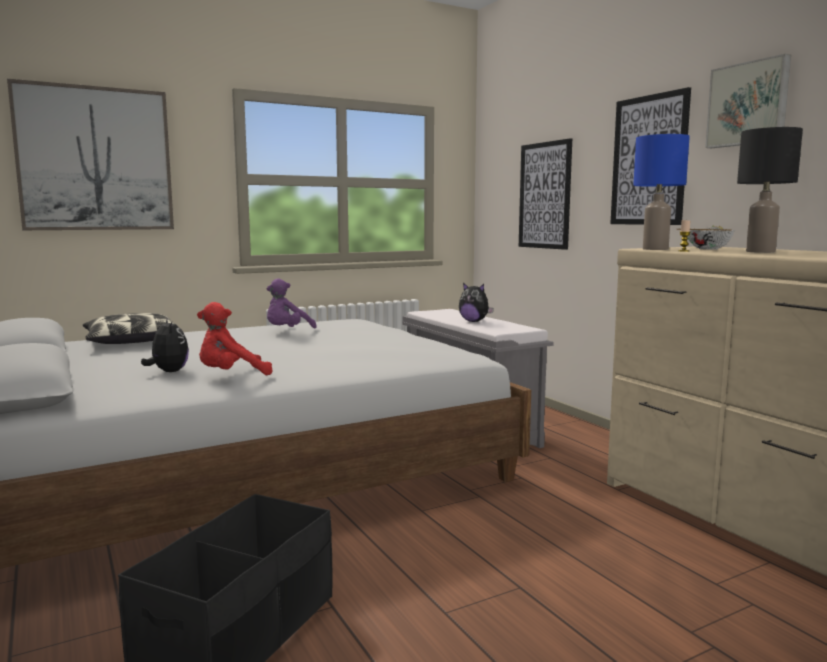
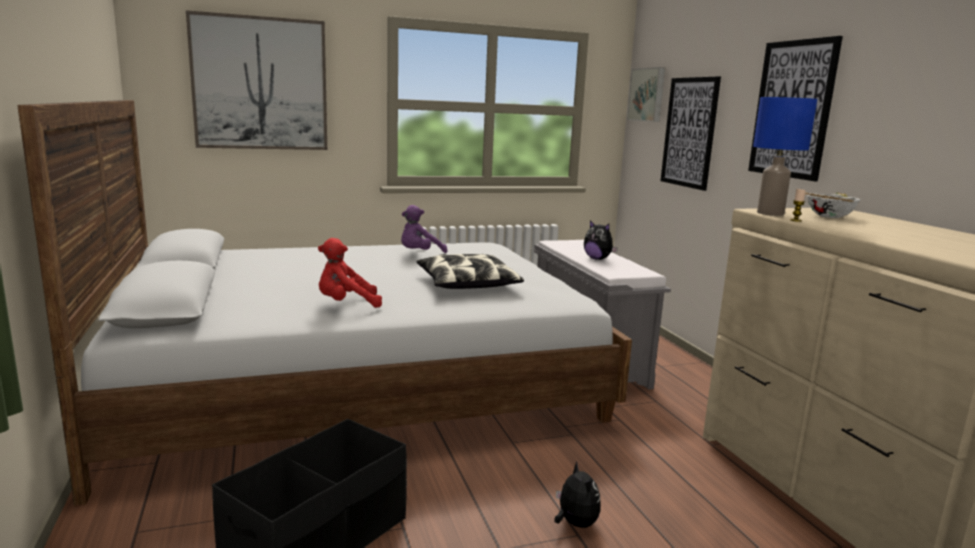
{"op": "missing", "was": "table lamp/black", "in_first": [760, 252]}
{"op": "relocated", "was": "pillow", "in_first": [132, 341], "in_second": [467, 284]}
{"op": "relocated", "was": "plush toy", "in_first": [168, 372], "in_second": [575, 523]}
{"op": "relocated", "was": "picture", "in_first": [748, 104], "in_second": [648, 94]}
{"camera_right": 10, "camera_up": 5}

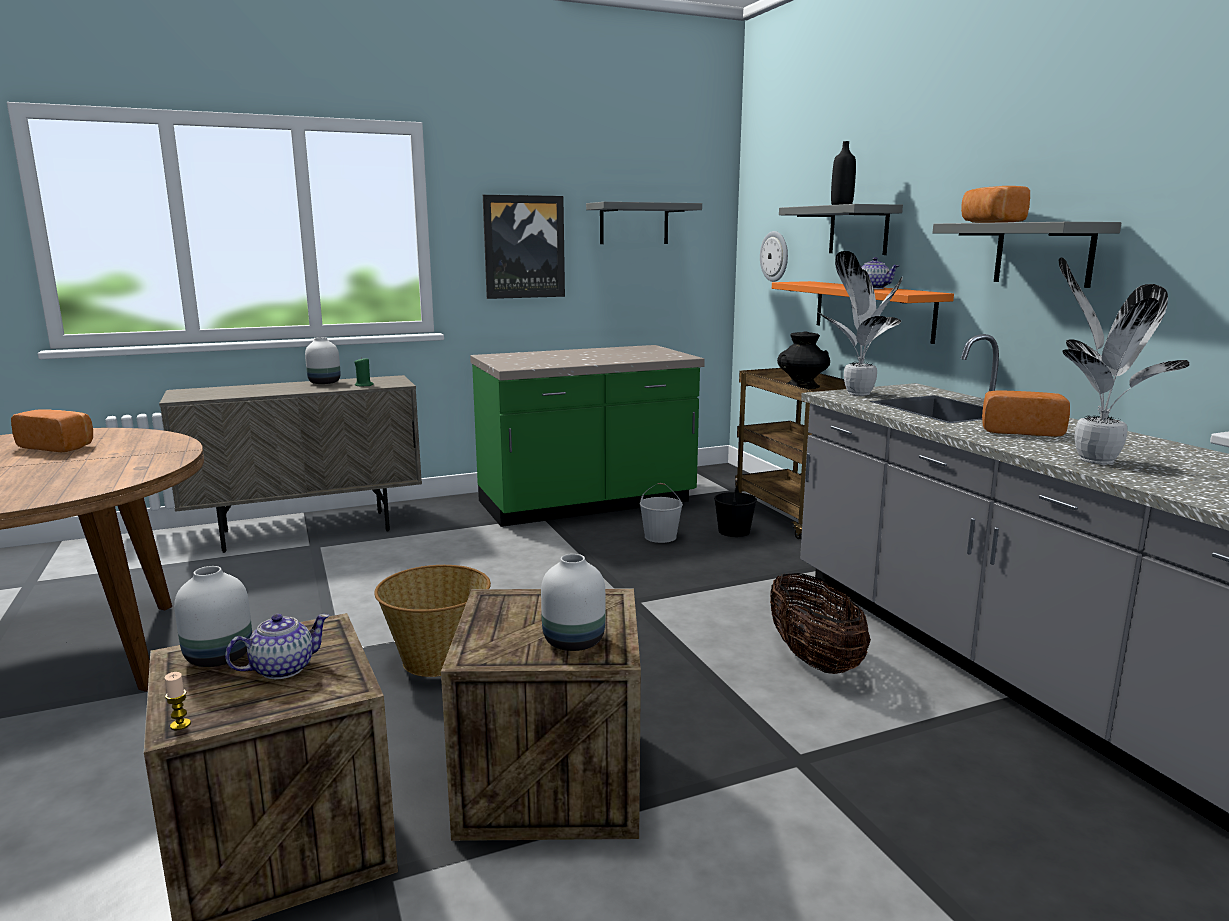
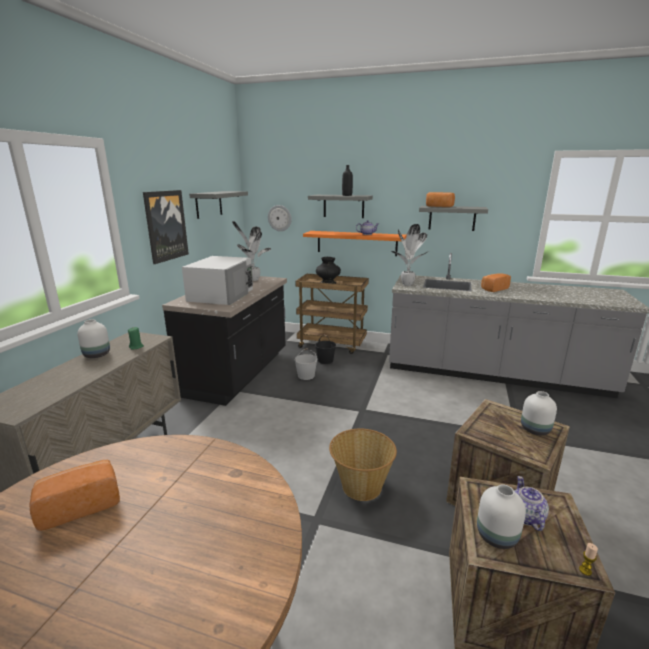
{"op": "missing", "was": "basket", "in_first": [813, 659]}
{"op": "appeared", "now": "microwave/white", "in_second": [222, 295]}
{"op": "relocated", "was": "potted plant", "in_first": [1091, 459], "in_second": [252, 279]}
{"op": "colour", "was": "counter/green", "now": "counter/black", "in_first": [587, 504], "in_second": [238, 373]}
{"camera_right": -50, "camera_up": 5}

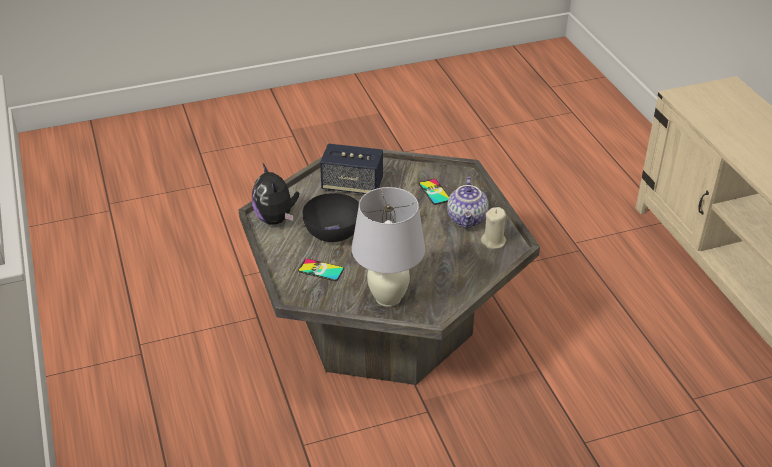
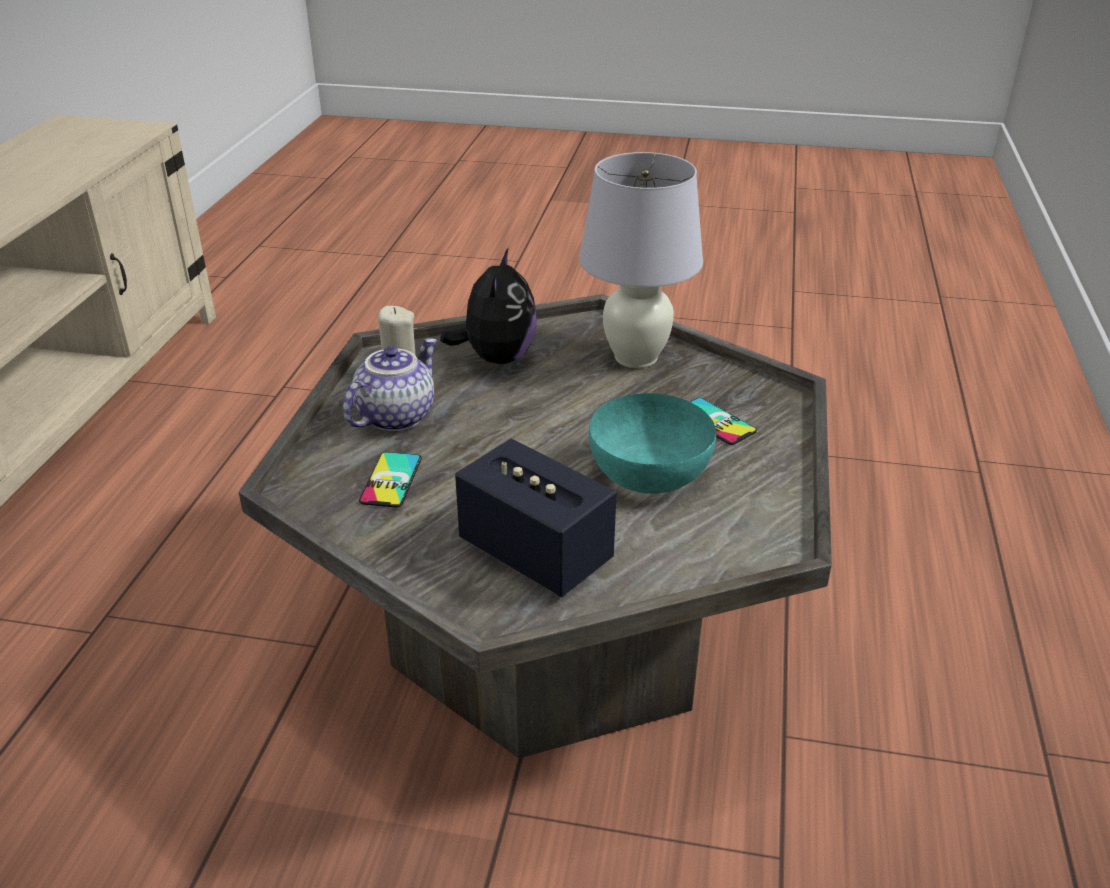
{"op": "relocated", "was": "plush toy", "in_first": [276, 219], "in_second": [496, 358]}
{"op": "colour", "was": "bowl/black", "now": "bowl/turquoise", "in_first": [332, 232], "in_second": [651, 474]}
{"camera_right": -150, "camera_up": -5}

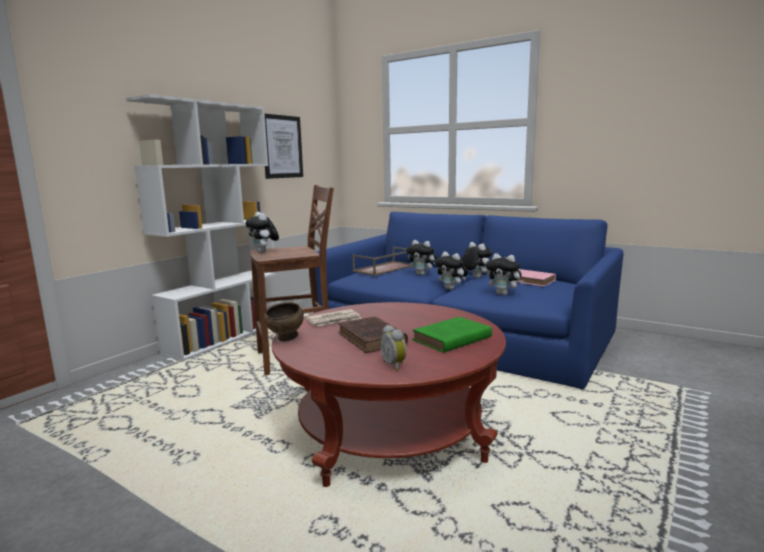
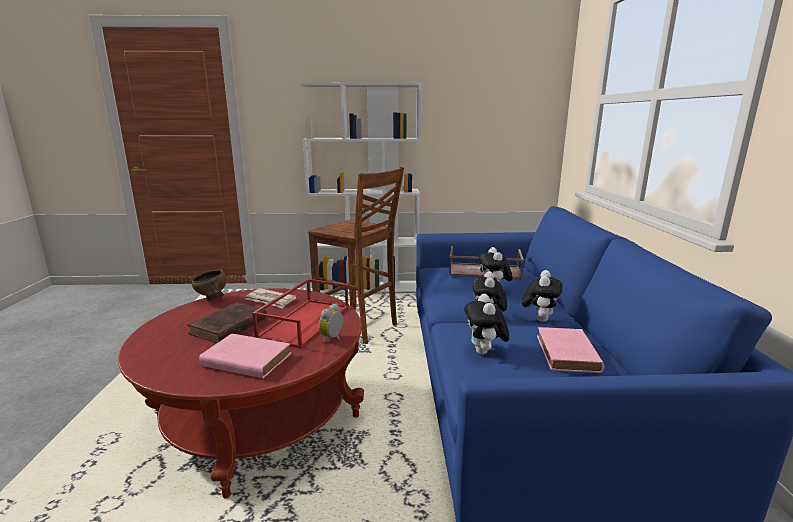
{"op": "missing", "was": "plush toy", "in_first": [264, 252]}
{"op": "missing", "was": "picture", "in_first": [282, 147]}
{"op": "appeared", "now": "tray/red", "in_second": [305, 321]}
{"op": "relocated", "was": "alarm clock", "in_first": [395, 365], "in_second": [333, 338]}
{"op": "colour", "was": "book/green", "now": "book/pink", "in_first": [450, 339], "in_second": [245, 359]}
{"camera_right": 55, "camera_up": 5}

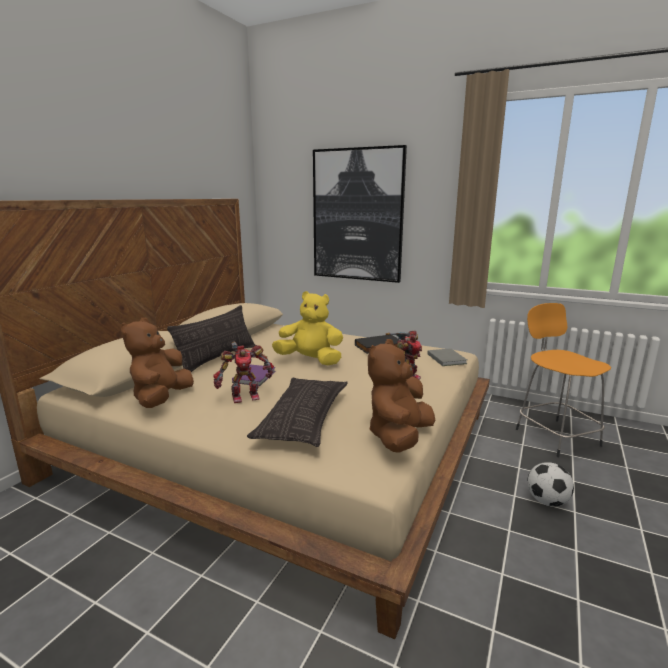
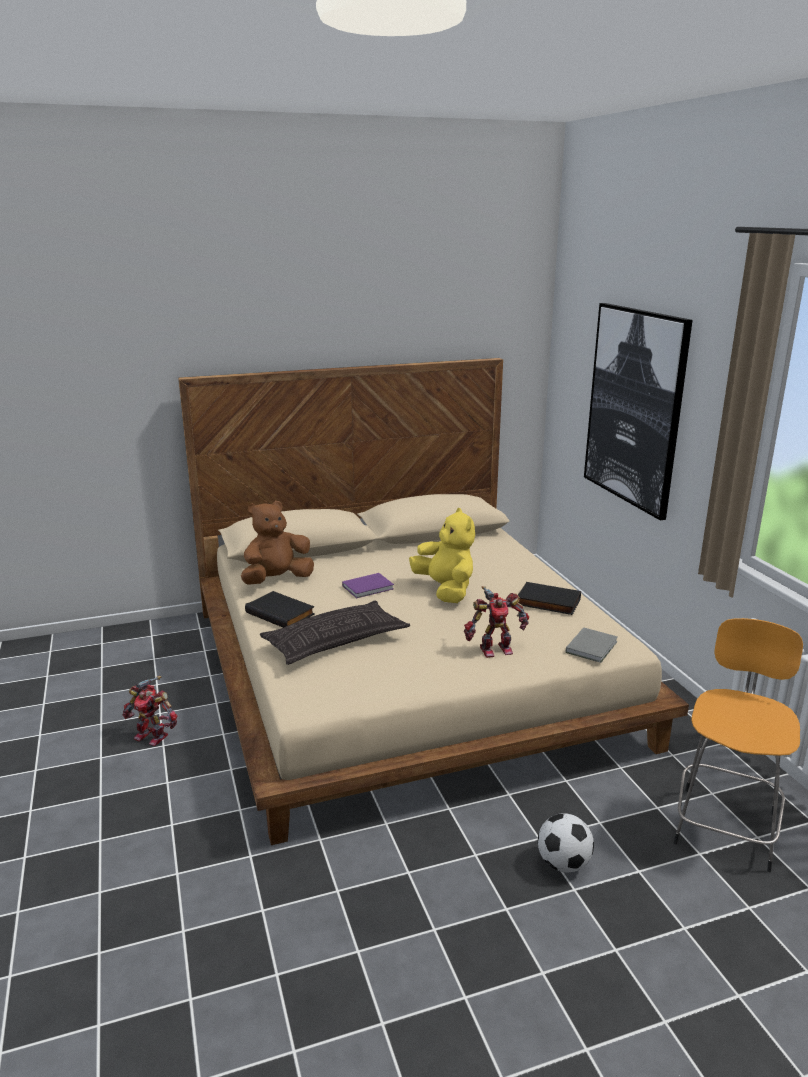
{"op": "missing", "was": "pillow", "in_first": [217, 359]}
{"op": "missing", "was": "plush toy/brown", "in_first": [399, 437]}
{"op": "appeared", "now": "book/black", "in_second": [281, 613]}
{"op": "relocated", "was": "toy robot", "in_first": [244, 396], "in_second": [152, 735]}
{"camera_right": 45, "camera_up": 5}

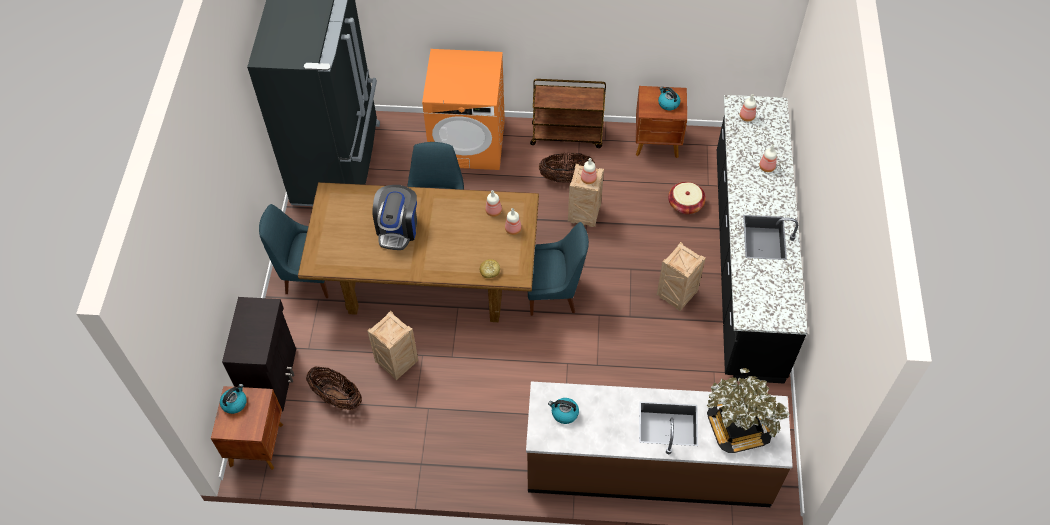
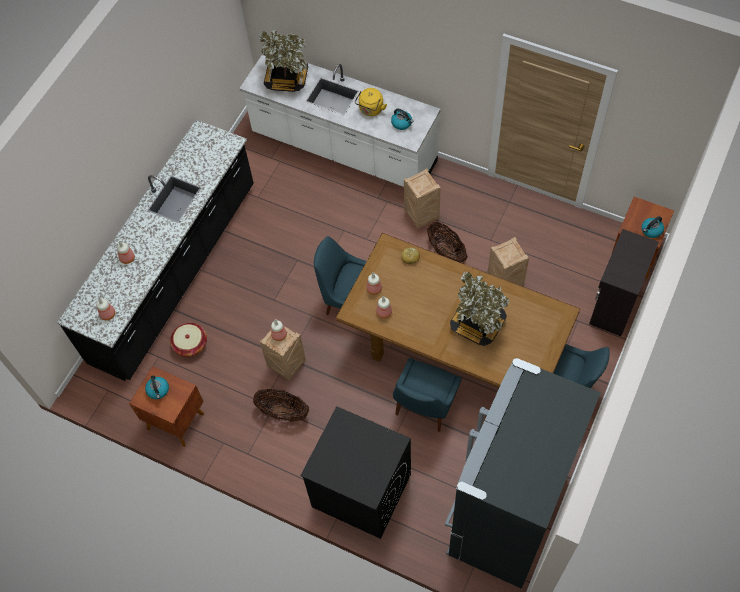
{"op": "missing", "was": "cart/brown", "in_first": [567, 135]}
{"op": "appeared", "now": "kettle/yellow", "in_second": [370, 110]}
{"op": "relocated", "was": "basket", "in_first": [337, 397], "in_second": [446, 252]}
{"op": "relocated", "was": "crate", "in_first": [675, 296], "in_second": [422, 216]}
{"op": "exchanged", "was": "coffee machine", "now": "potted plant", "in_first": [398, 229], "in_second": [477, 324]}
{"op": "colour", "was": "washing machine/orange", "now": "washing machine/black", "in_first": [468, 143], "in_second": [361, 490]}
{"op": "colour", "was": "counter/brown", "now": "counter/white", "in_first": [648, 467], "in_second": [344, 149]}
{"camera_right": -155, "camera_up": 5}

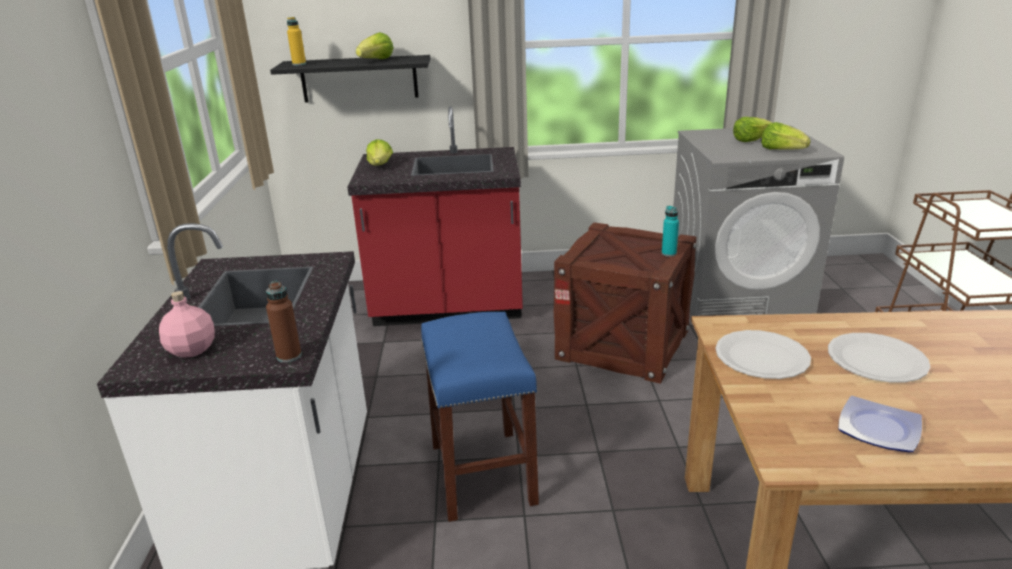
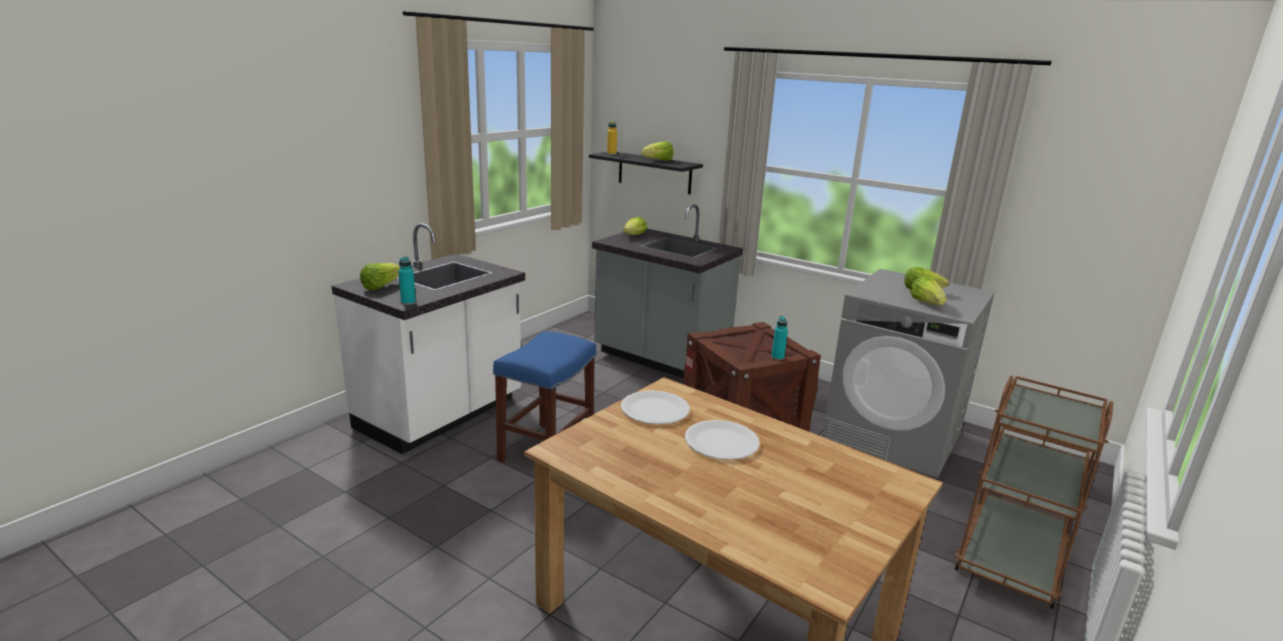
{"op": "missing", "was": "plate", "in_first": [879, 430]}
{"op": "exchanged", "was": "bottle/pink", "now": "lettuce", "in_first": [191, 350], "in_second": [380, 286]}
{"op": "colour", "was": "bottle/brown", "now": "bottle/turquoise", "in_first": [289, 356], "in_second": [408, 302]}
{"op": "colour", "was": "counter/red", "now": "counter/grey", "in_first": [448, 308], "in_second": [660, 359]}
{"camera_right": 35, "camera_up": -5}

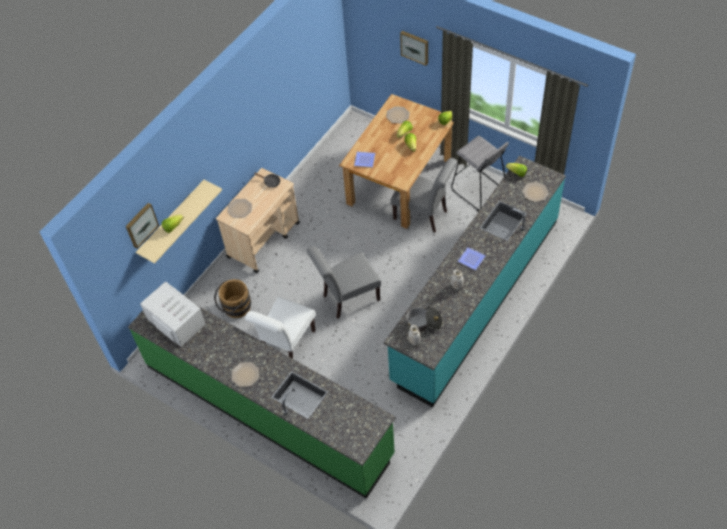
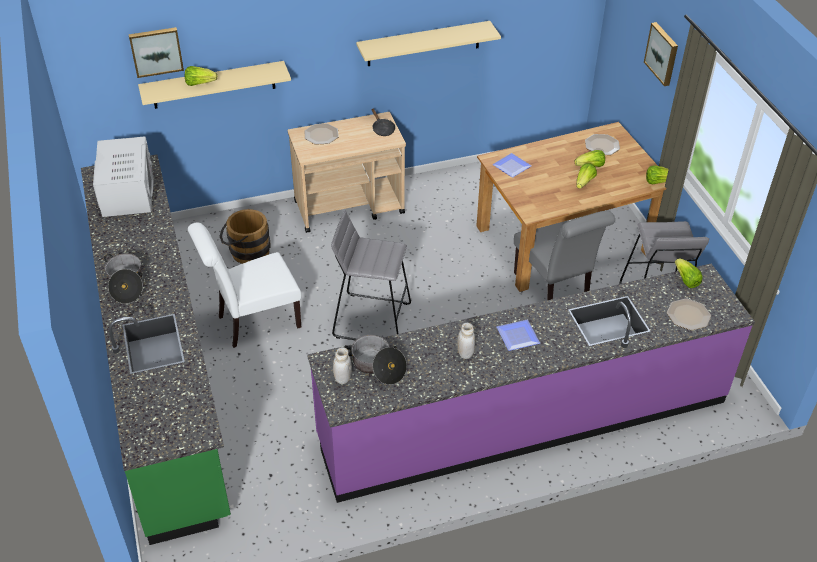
{"op": "appeared", "now": "shelf/beige", "in_second": [423, 43]}
{"op": "exchanged", "was": "plate", "now": "cooking pot", "in_first": [245, 374], "in_second": [126, 284]}
{"op": "exchanged", "was": "chair/grey", "now": "stool/grey", "in_first": [347, 299], "in_second": [371, 319]}
{"op": "colour", "was": "counter/turquoise", "now": "counter/purple", "in_first": [476, 298], "in_second": [523, 419]}
{"camera_right": 35, "camera_up": -10}

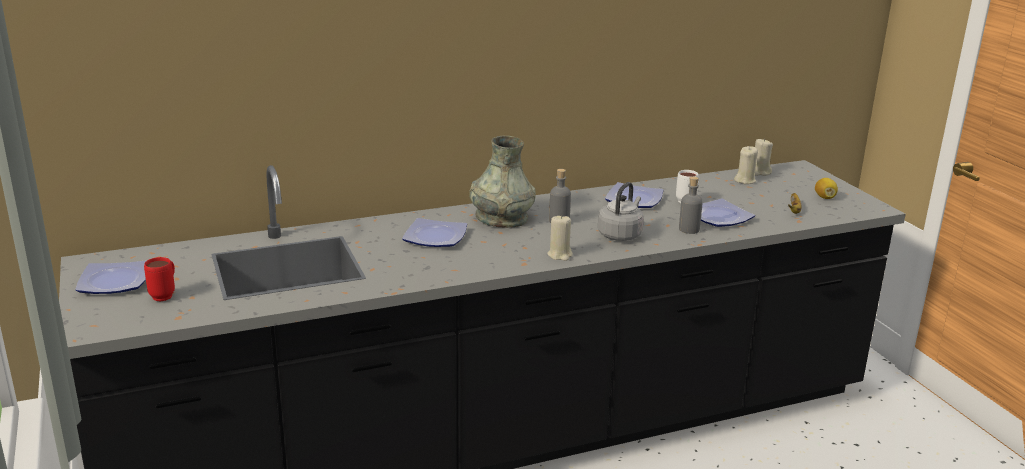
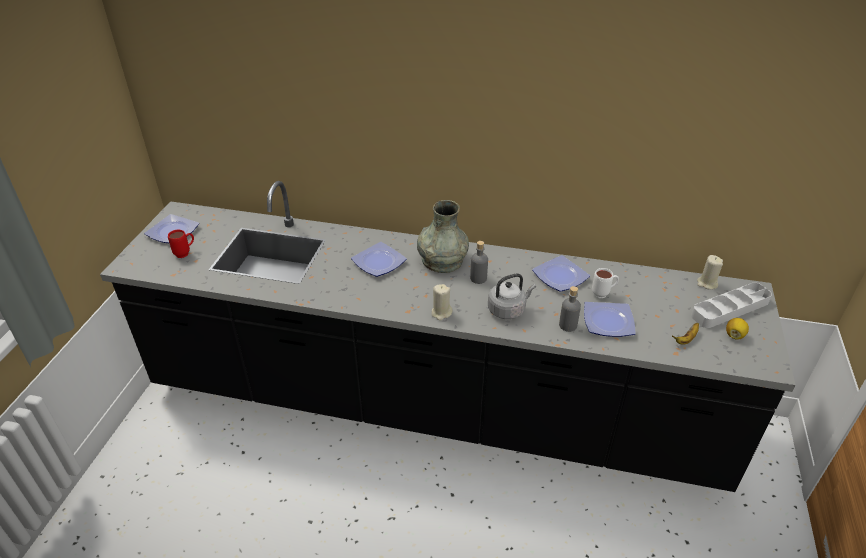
{"op": "missing", "was": "candle/beige", "in_first": [745, 180]}
{"op": "appeared", "now": "tray/grey", "in_second": [730, 309]}
{"camera_right": 35, "camera_up": 15}

